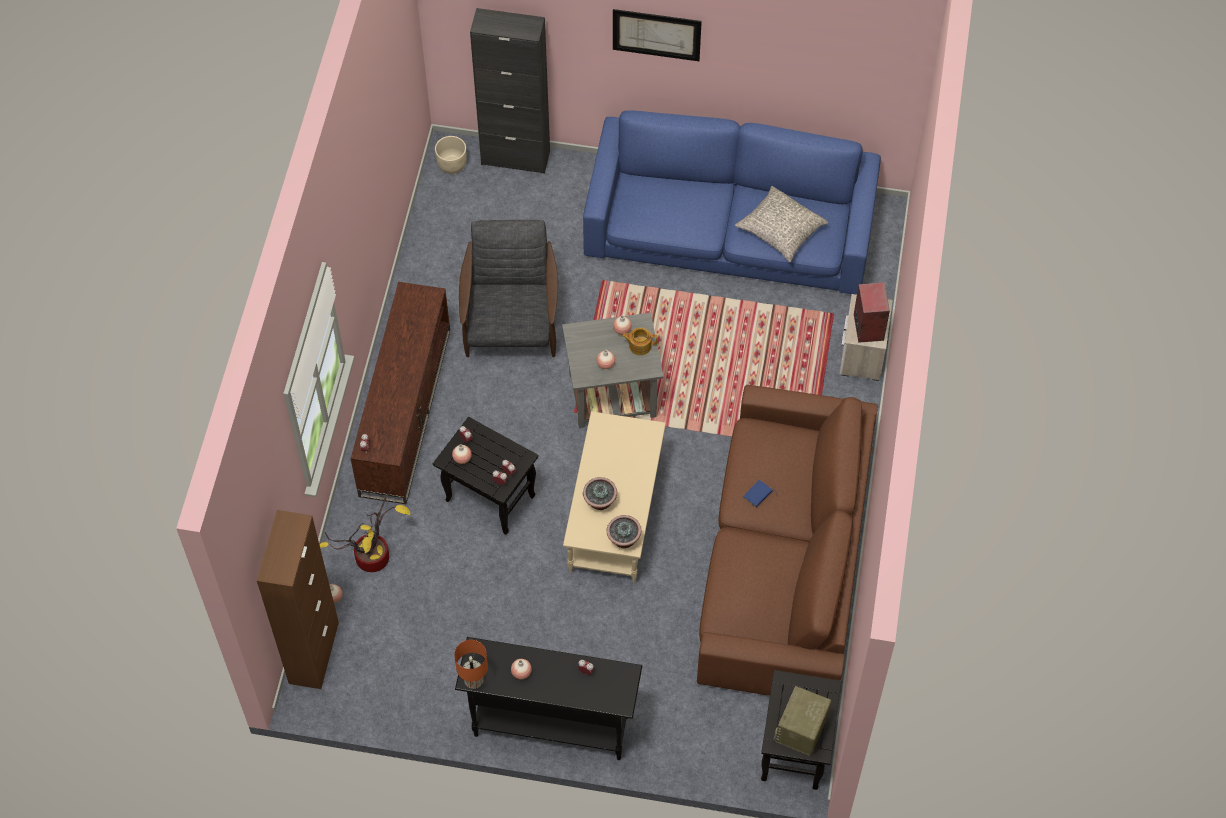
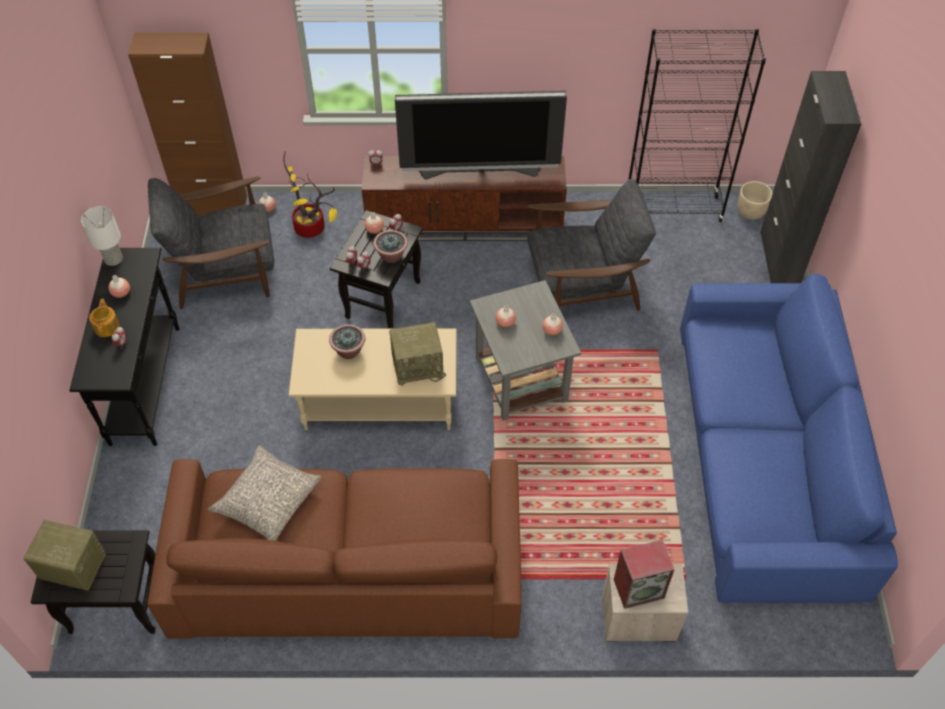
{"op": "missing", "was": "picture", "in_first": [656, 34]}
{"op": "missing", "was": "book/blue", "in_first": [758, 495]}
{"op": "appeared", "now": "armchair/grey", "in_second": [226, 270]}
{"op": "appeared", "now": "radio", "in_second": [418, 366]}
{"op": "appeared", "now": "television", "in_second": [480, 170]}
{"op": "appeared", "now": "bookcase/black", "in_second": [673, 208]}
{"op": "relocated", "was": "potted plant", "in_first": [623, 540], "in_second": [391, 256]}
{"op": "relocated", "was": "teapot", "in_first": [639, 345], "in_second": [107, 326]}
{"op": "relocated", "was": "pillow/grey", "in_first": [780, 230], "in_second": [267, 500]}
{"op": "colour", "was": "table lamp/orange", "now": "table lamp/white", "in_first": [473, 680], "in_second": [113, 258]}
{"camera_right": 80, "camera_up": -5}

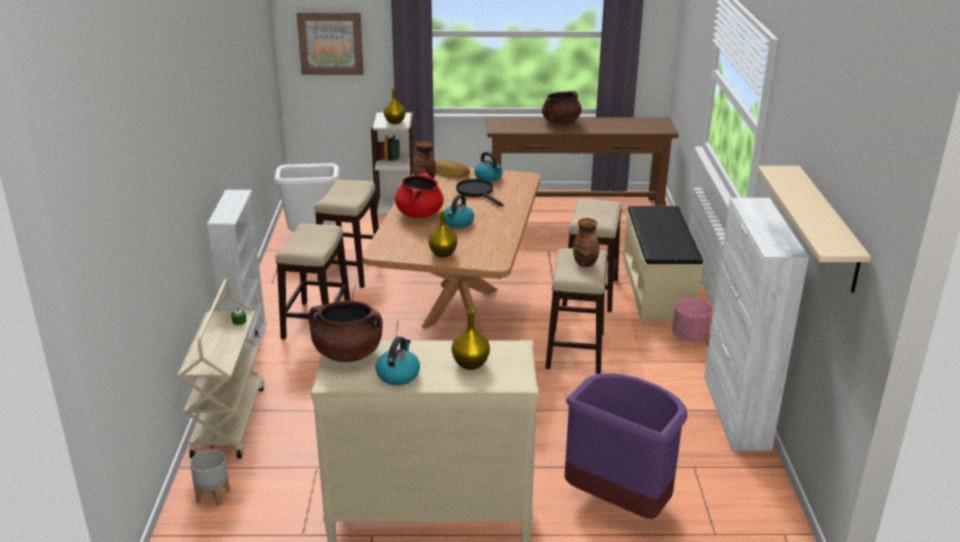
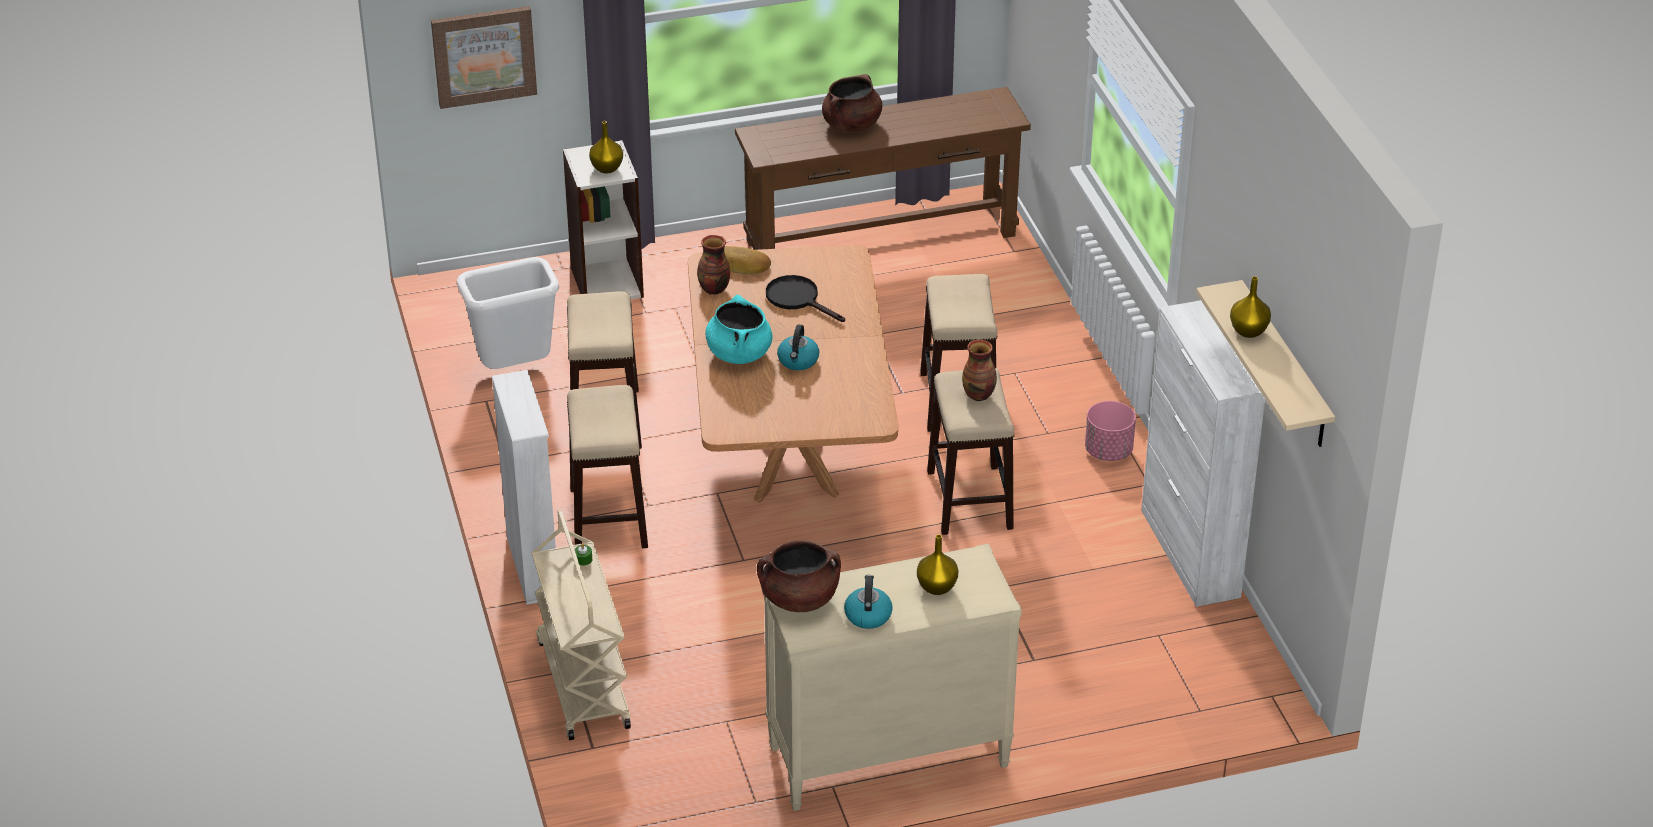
{"op": "missing", "was": "planter/grey", "in_first": [212, 496]}
{"op": "missing", "was": "kettle", "in_first": [489, 177]}
{"op": "missing", "was": "trash can/purple", "in_first": [619, 501]}
{"op": "missing", "was": "bench/beige", "in_first": [658, 289]}
{"op": "relocated", "was": "vase/yellow", "in_first": [443, 253], "in_second": [1248, 331]}
{"op": "colour", "was": "cooking pot/red", "now": "cooking pot/turquoise", "in_first": [419, 214], "in_second": [739, 353]}
{"camera_right": -15, "camera_up": 10}

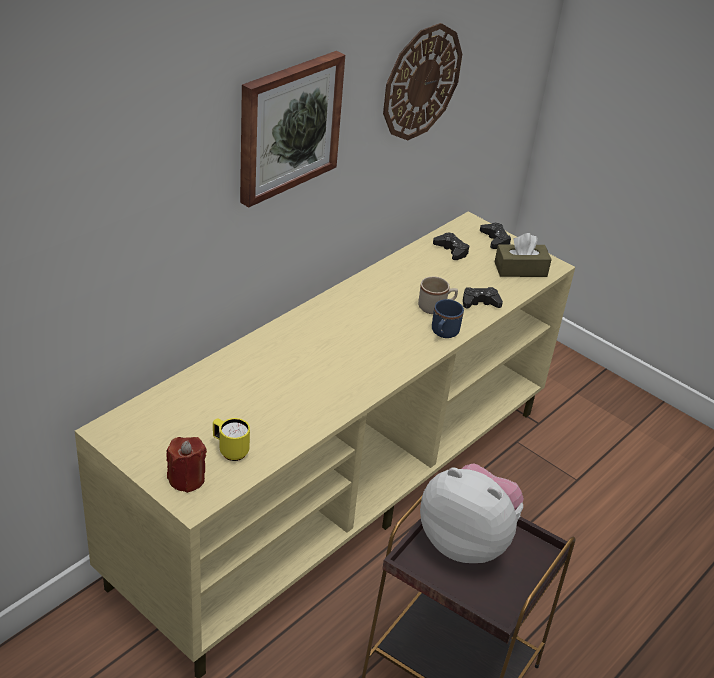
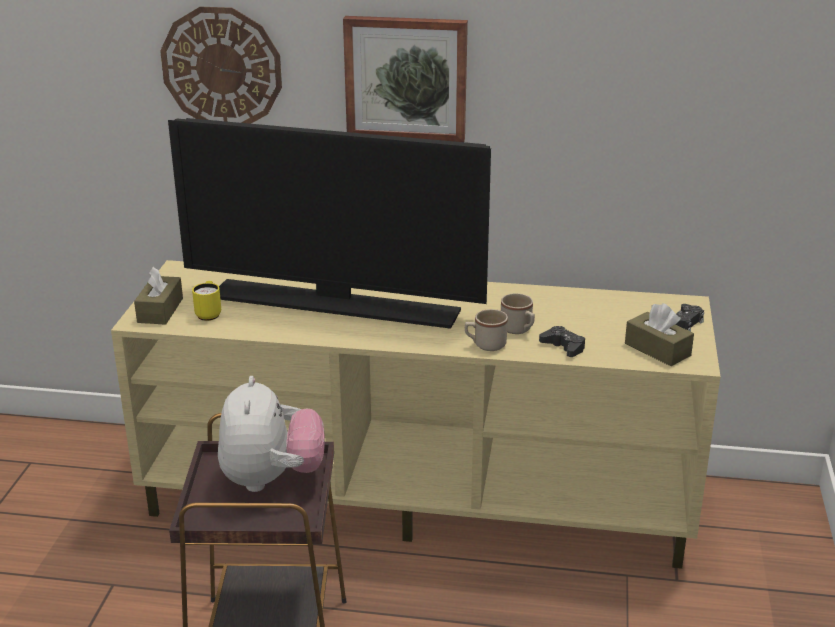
{"op": "missing", "was": "game controller/black", "in_first": [451, 250]}
{"op": "appeared", "now": "television", "in_second": [336, 304]}
{"op": "relocated", "was": "wall clock", "in_first": [421, 82], "in_second": [222, 68]}
{"op": "exchanged", "was": "candle/red", "now": "tissue box/brown", "in_first": [186, 479], "in_second": [160, 310]}
{"op": "colour", "was": "mug/blue", "now": "mug/beige", "in_first": [443, 333], "in_second": [485, 345]}
{"camera_right": 60, "camera_up": -10}

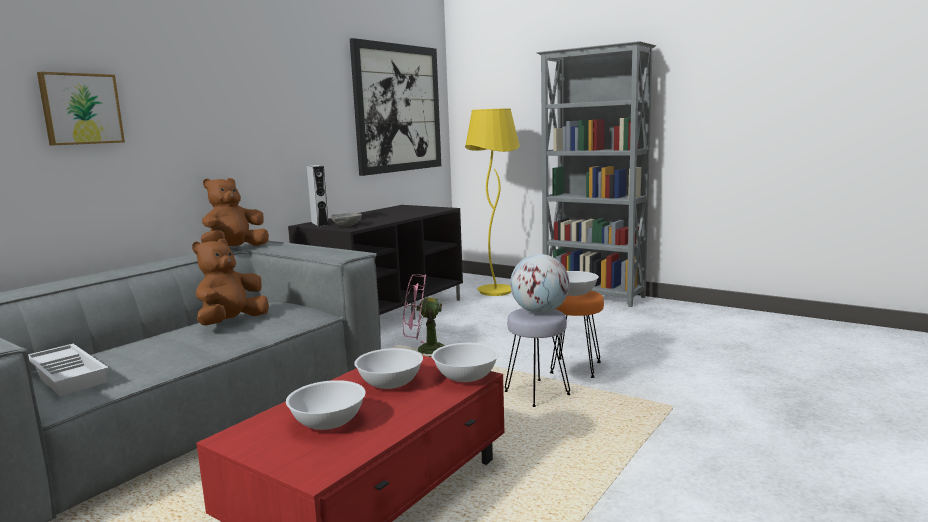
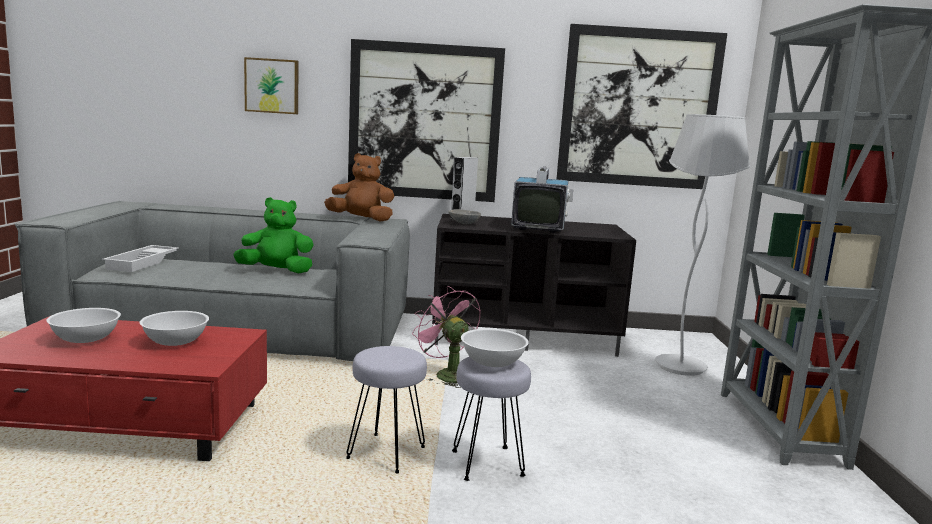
{"op": "missing", "was": "bowl/white", "in_first": [466, 377]}
{"op": "missing", "was": "globe", "in_first": [539, 312]}
{"op": "appeared", "now": "picture", "in_second": [424, 122]}
{"op": "appeared", "now": "television", "in_second": [538, 227]}
{"op": "colour", "was": "plush toy/brown", "now": "plush toy/green", "in_first": [231, 323], "in_second": [276, 271]}
{"op": "colour", "was": "floor lamp/yellow", "now": "floor lamp/white", "in_first": [495, 291], "in_second": [680, 367]}
{"op": "colour", "was": "stool/orange", "now": "stool/grey", "in_first": [576, 368], "in_second": [487, 464]}
{"camera_right": 55, "camera_up": 0}

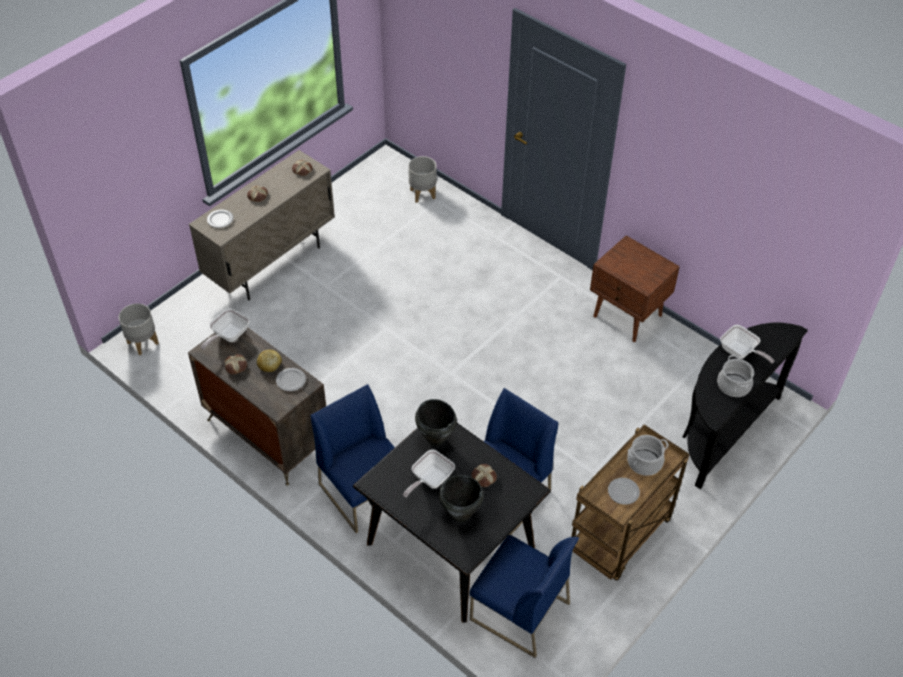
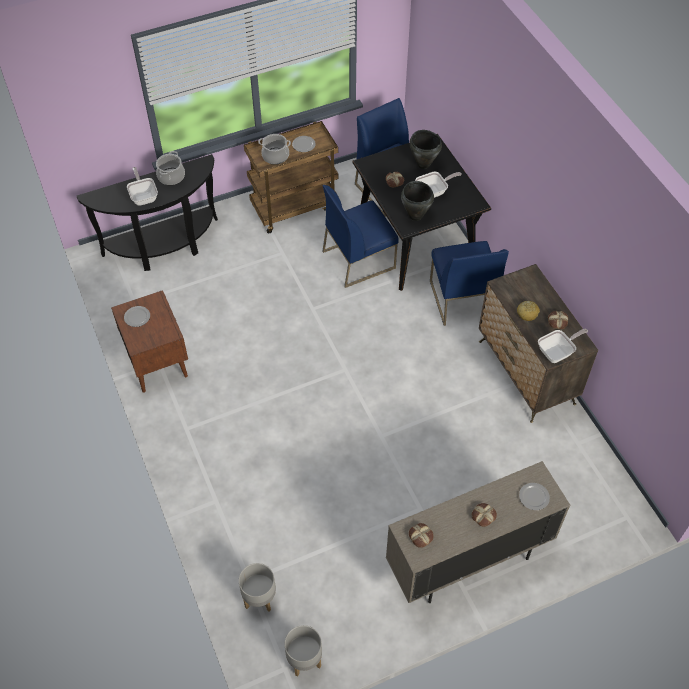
{"op": "relocated", "was": "planter/grey", "in_first": [143, 343], "in_second": [304, 659]}
{"op": "relocated", "was": "plate", "in_first": [291, 380], "in_second": [137, 317]}
{"camera_right": -155, "camera_up": 5}

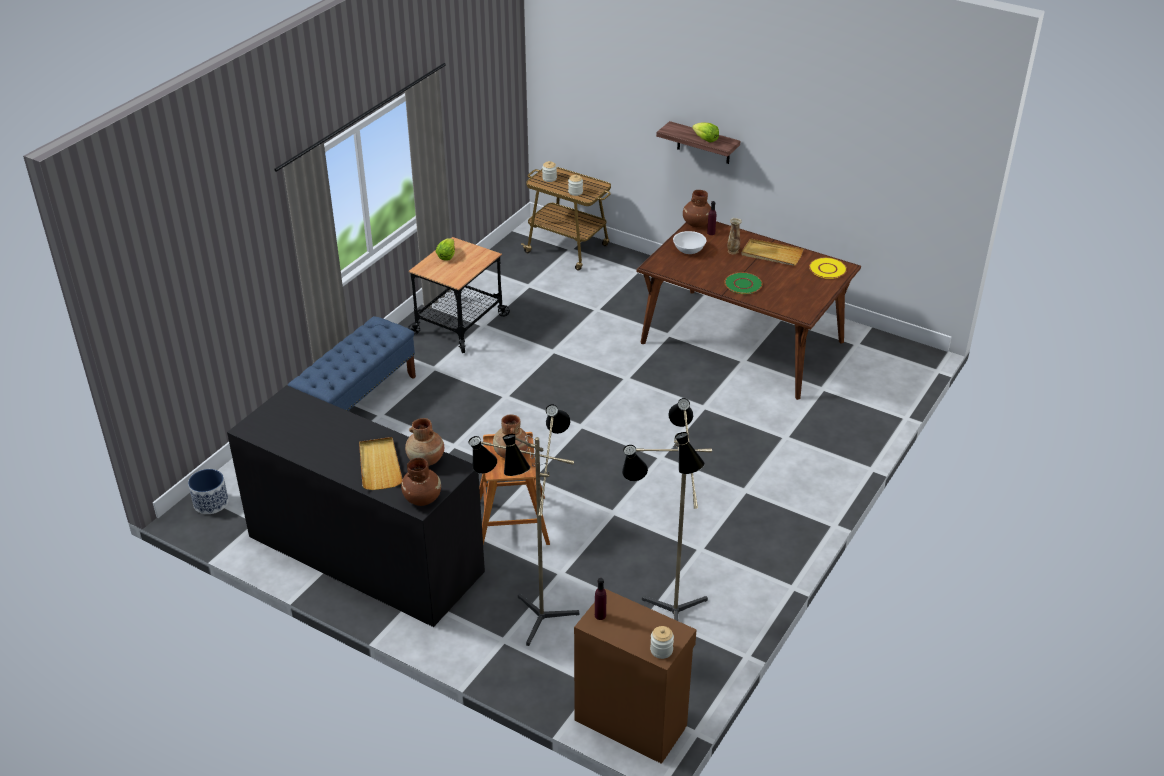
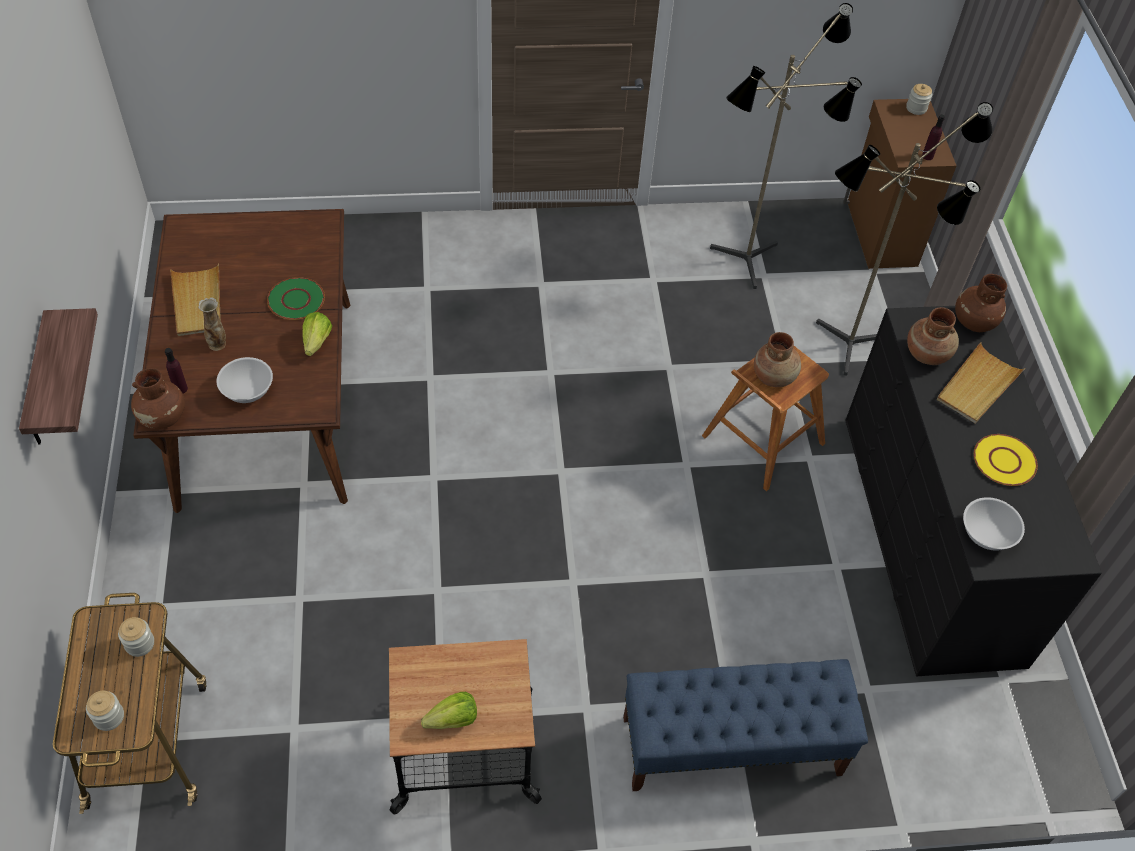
{"op": "missing", "was": "planter", "in_first": [211, 503]}
{"op": "appeared", "now": "bowl/white", "in_second": [987, 534]}
{"op": "relocated", "was": "lettuce", "in_first": [705, 139], "in_second": [317, 342]}
{"op": "relocated", "was": "plate/yellow", "in_first": [827, 269], "in_second": [1004, 461]}
{"camera_right": -130, "camera_up": 15}

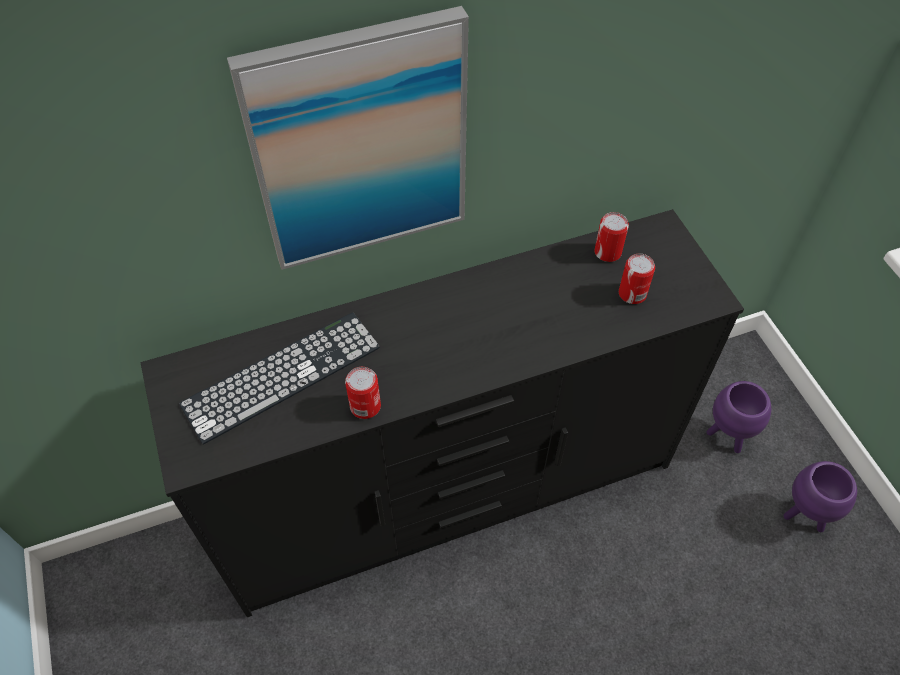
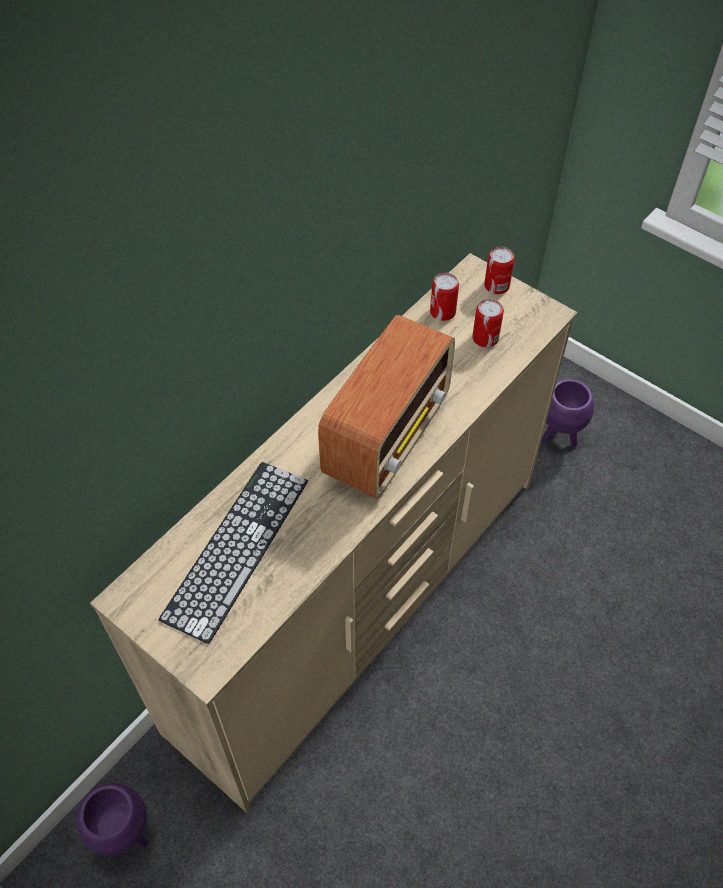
{"op": "missing", "was": "picture", "in_first": [360, 144]}
{"op": "appeared", "now": "radio", "in_second": [388, 435]}
{"op": "relocated", "was": "can", "in_first": [365, 406], "in_second": [496, 286]}
{"op": "relocated", "was": "planter/purple", "in_first": [804, 514], "in_second": [124, 834]}
{"op": "colour", "was": "dresser/black", "now": "dresser/beige", "in_first": [451, 492], "in_second": [362, 601]}
{"camera_right": -30, "camera_up": 0}

